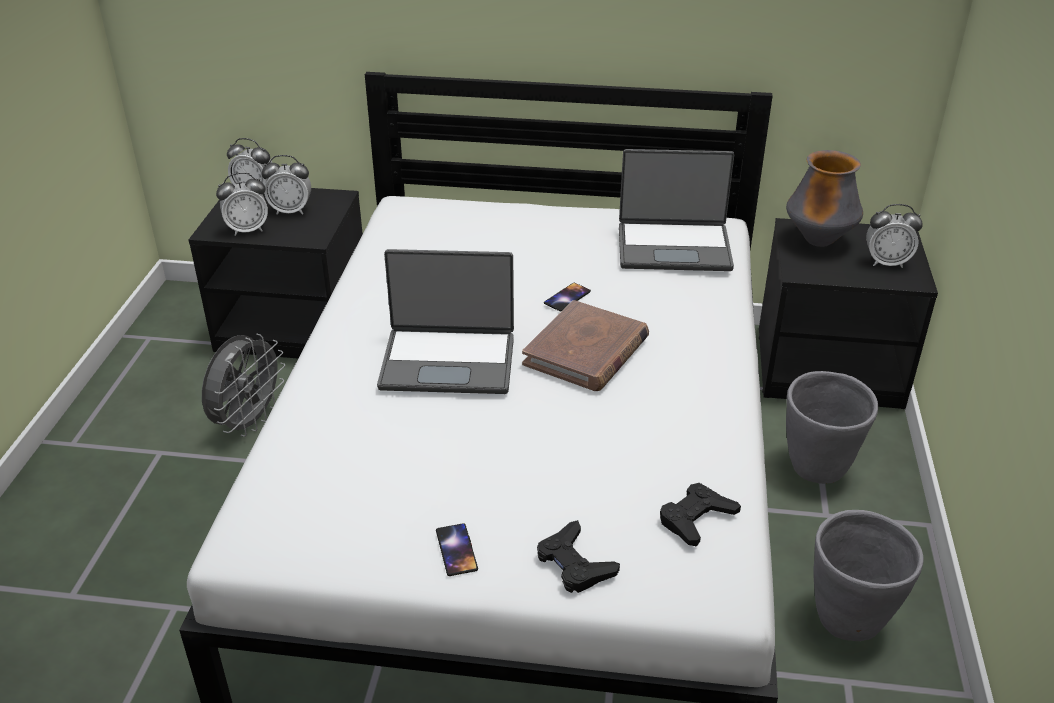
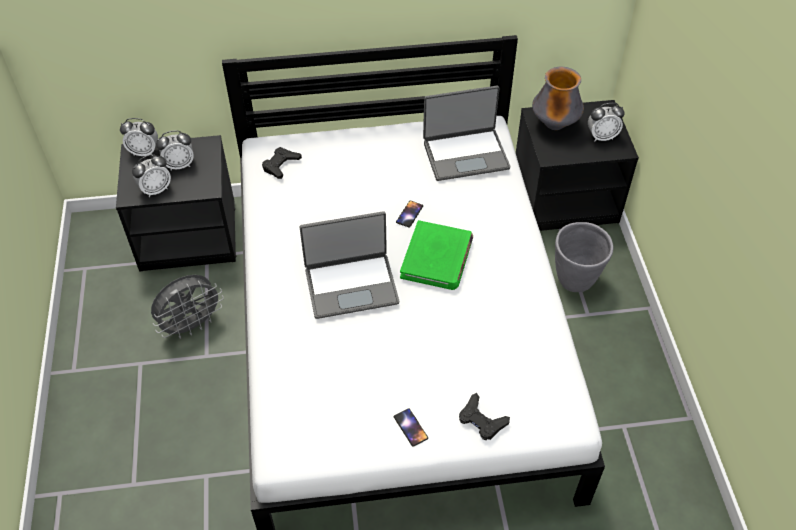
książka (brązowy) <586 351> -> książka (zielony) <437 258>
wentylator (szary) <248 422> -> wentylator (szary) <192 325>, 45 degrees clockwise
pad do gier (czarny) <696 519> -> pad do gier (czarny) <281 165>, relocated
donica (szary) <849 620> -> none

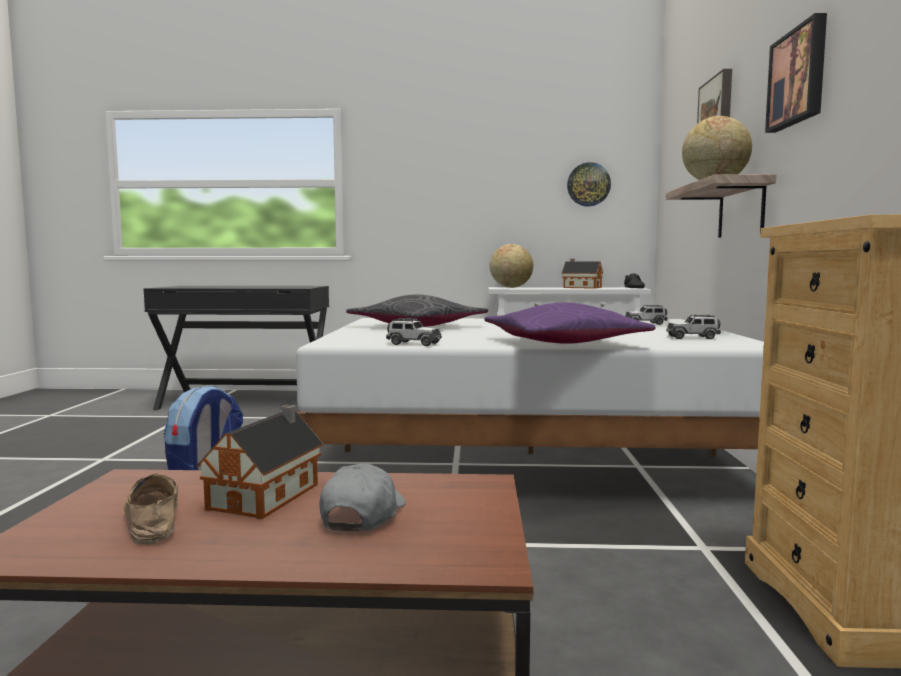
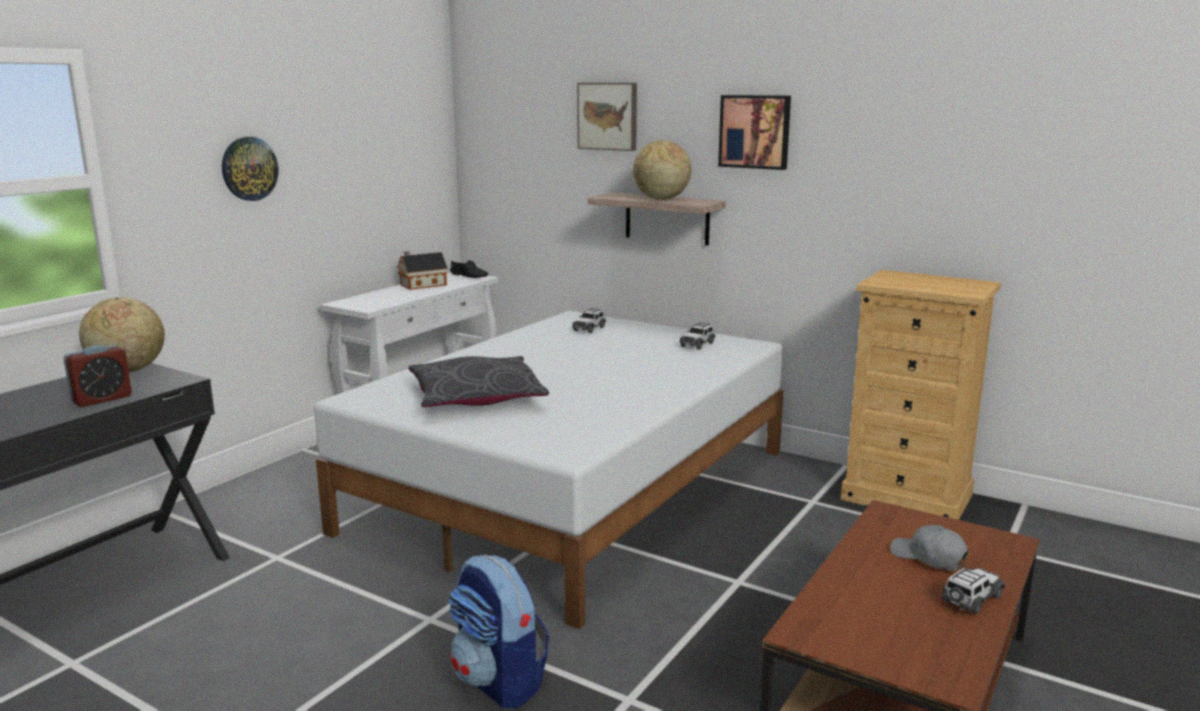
zegar ścienny <588 184> -> zegar ścienny <249 168>, relocated
globus <511 287> -> globus <127 370>, relocated
poduszka (fioletowy) <563 342> -> none
samochodzik <413 344> -> samochodzik <971 600>, relocated
domek <268 495> -> none
but (beżowy) <149 521> -> none
none -> budzik <102 399>

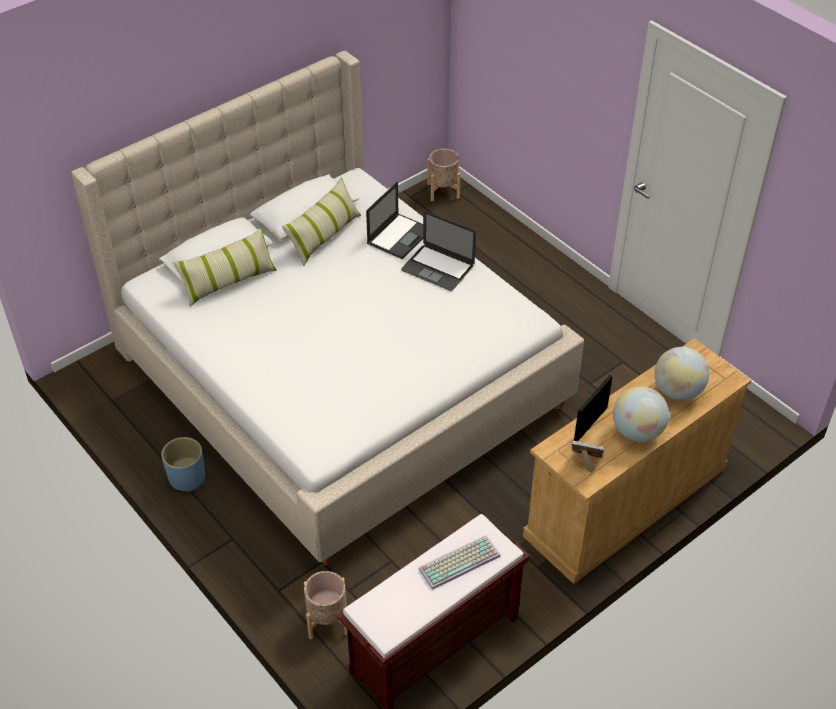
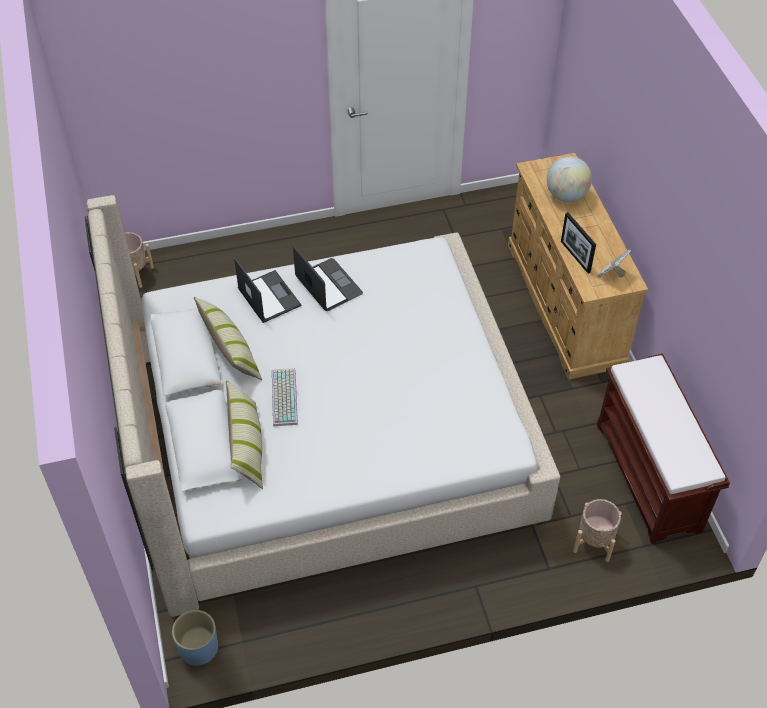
laptop <438 267> -> laptop <328 285>, 90 degrees counterclockwise
globus <637 432> -> none
donica (niebieski) <187 478> -> donica (niebieski) <199 648>, relocated
klawiatura <459 561> -> klawiatura <283 396>, relocated

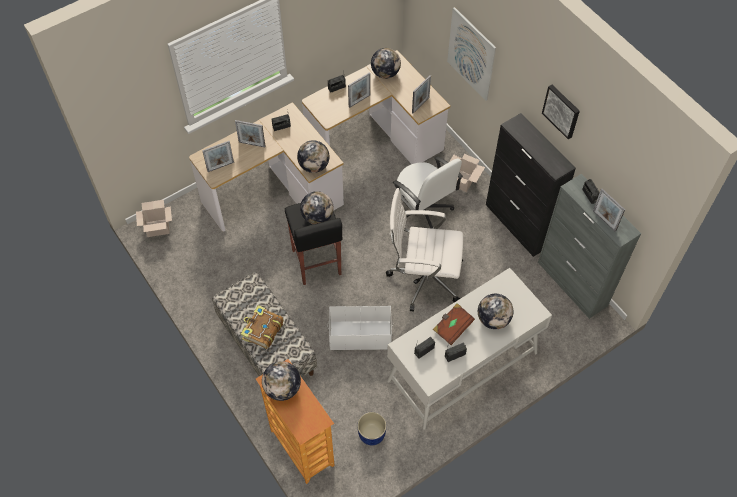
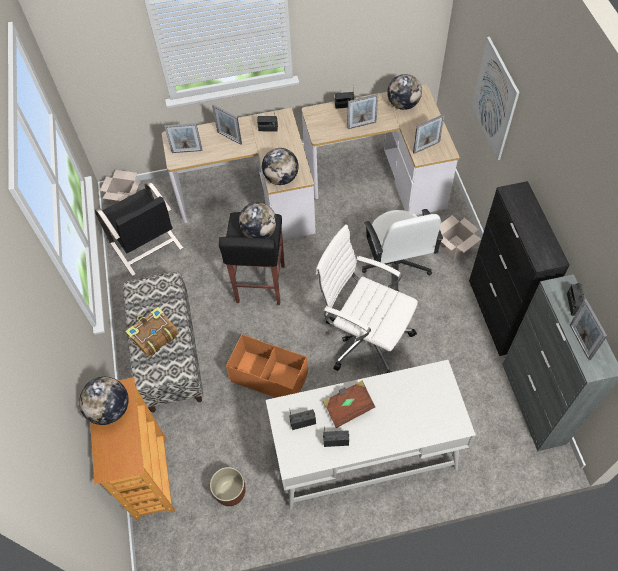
obraz <562 111> -> none
globus <493 319> -> none
pojemnik do przechowywania (biały) <360 335> -> pojemnik do przechowywania (pomarańczowy) <269 376>
donica (niebieski) <371 434> -> donica (brązowy) <230 492>
none -> krzesło (czarny) <147 247>

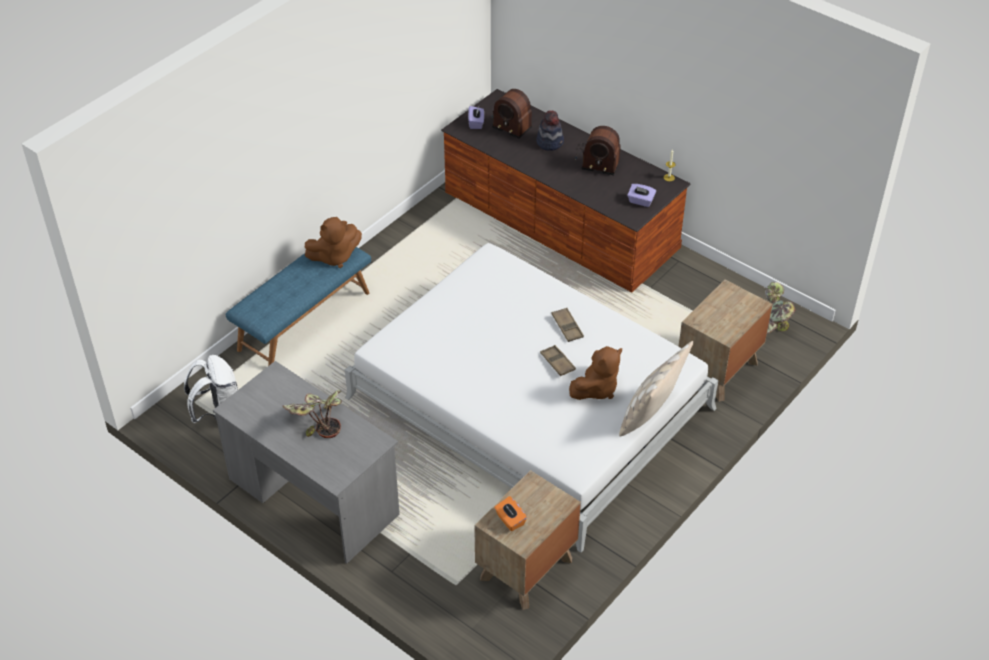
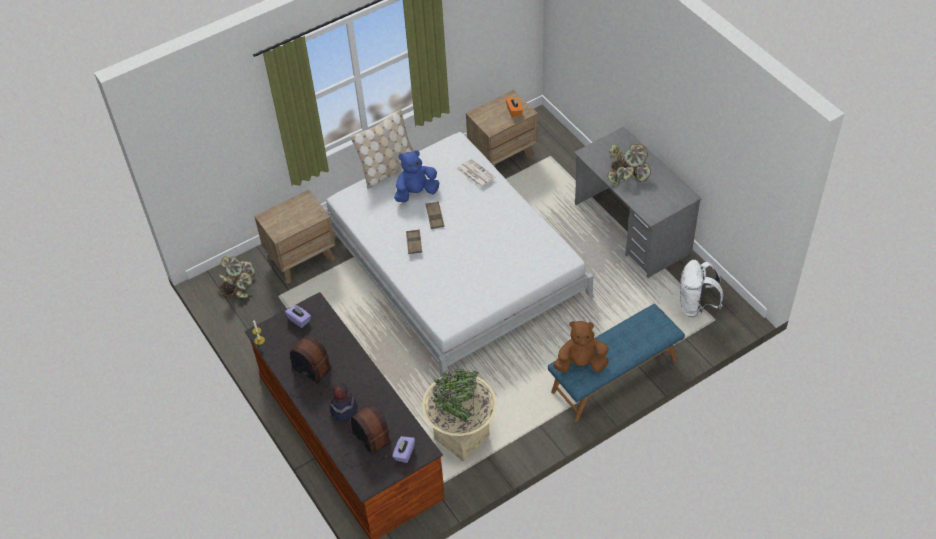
pluszak (brązowy) <596 388> -> pluszak (niebieski) <416 193>
none -> gazeta <475 173>
none -> donica (beżowy) <461 437>

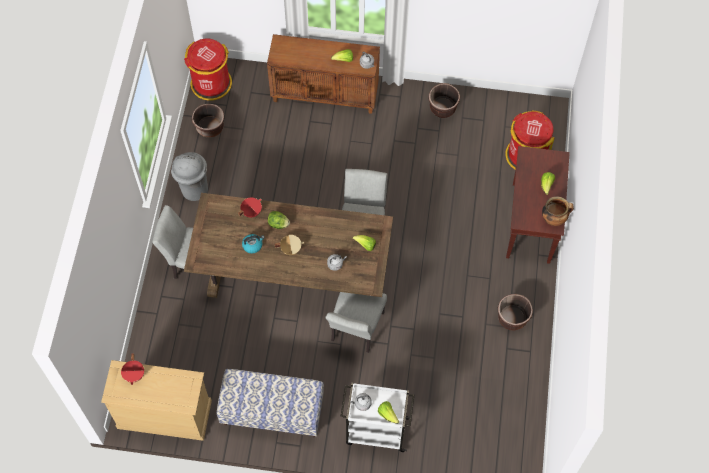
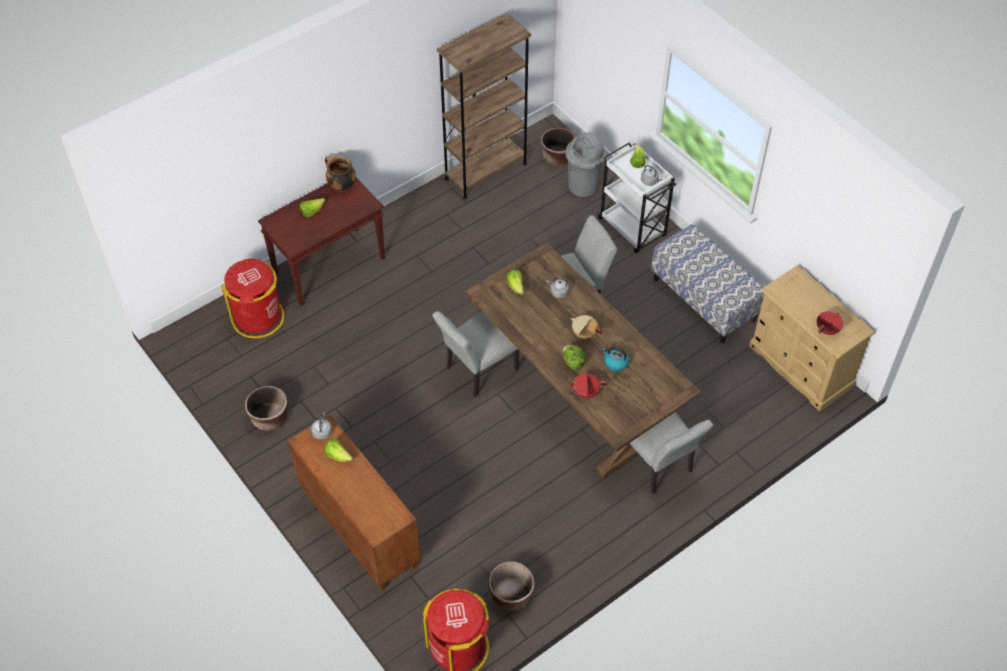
kosz na śmieci (szary) <194 189> -> kosz na śmieci (szary) <583 186>, relocated
donica (brązowy) <512 318> -> donica (brązowy) <558 157>, relocated
none -> regał (brązowy) <486 171>

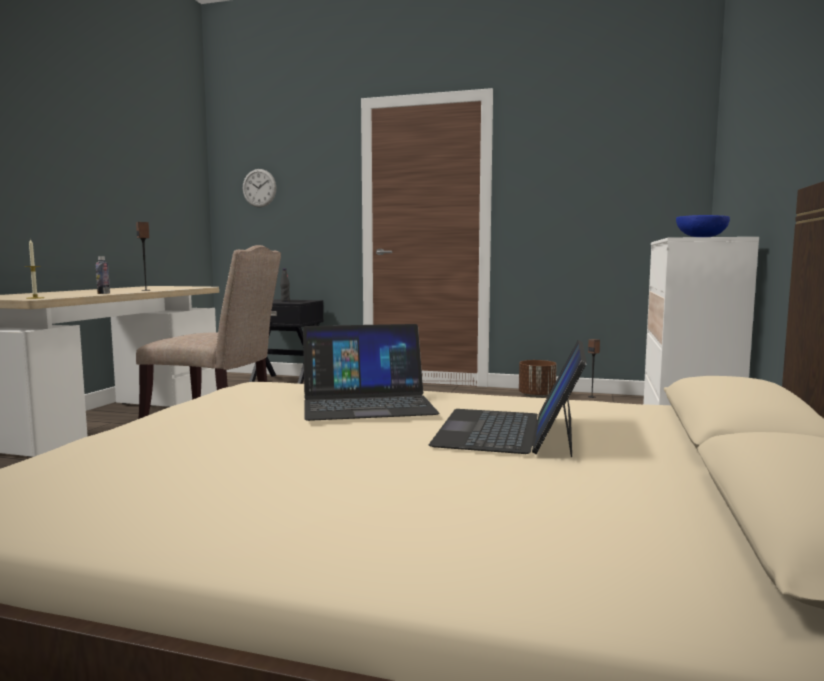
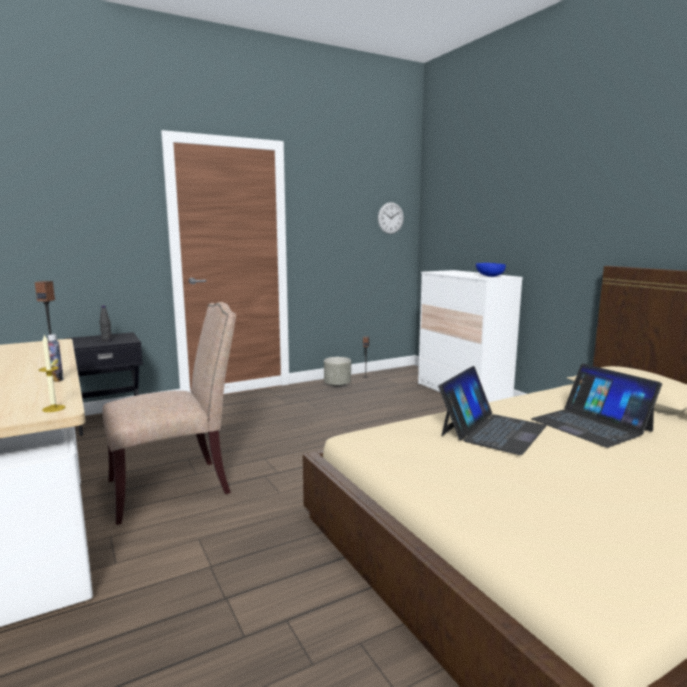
zegar ścienny <259 188> -> zegar ścienny <390 218>, relocated
donica (brązowy) <537 396> -> donica (szary) <337 385>

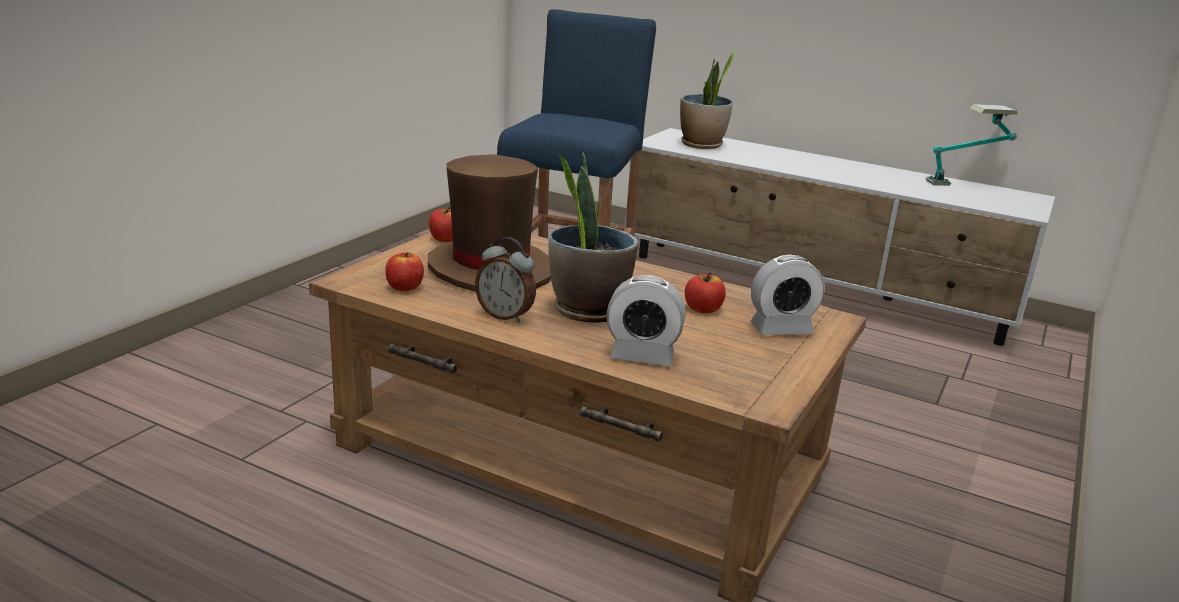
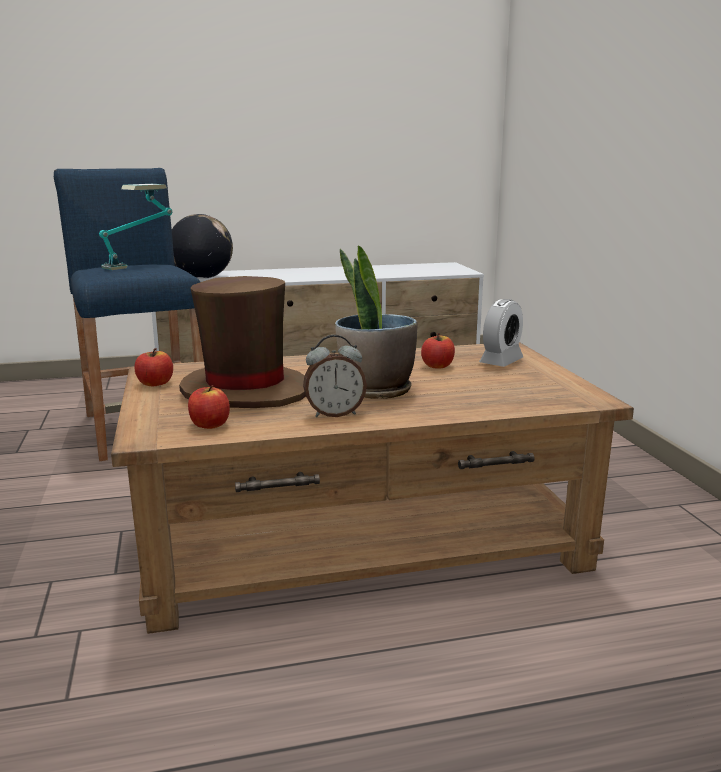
roślina doniczkowa <702 145> -> globus <202 278>
lampa stołowa <964 184> -> lampa stołowa <140 264>, relocated
budzik <642 356> -> none

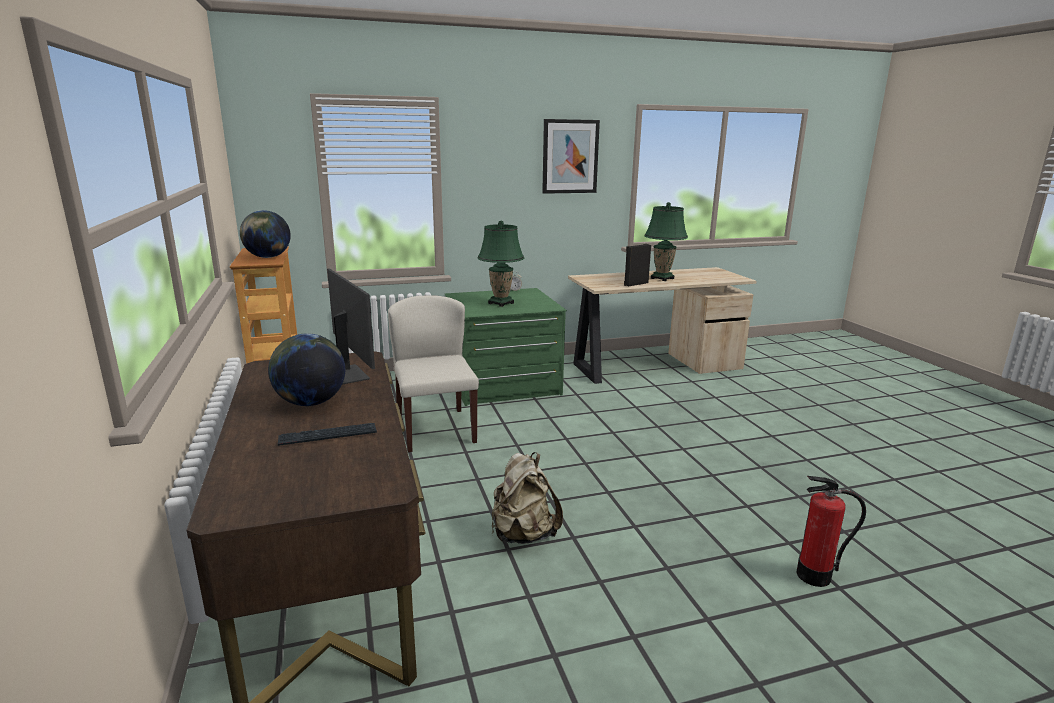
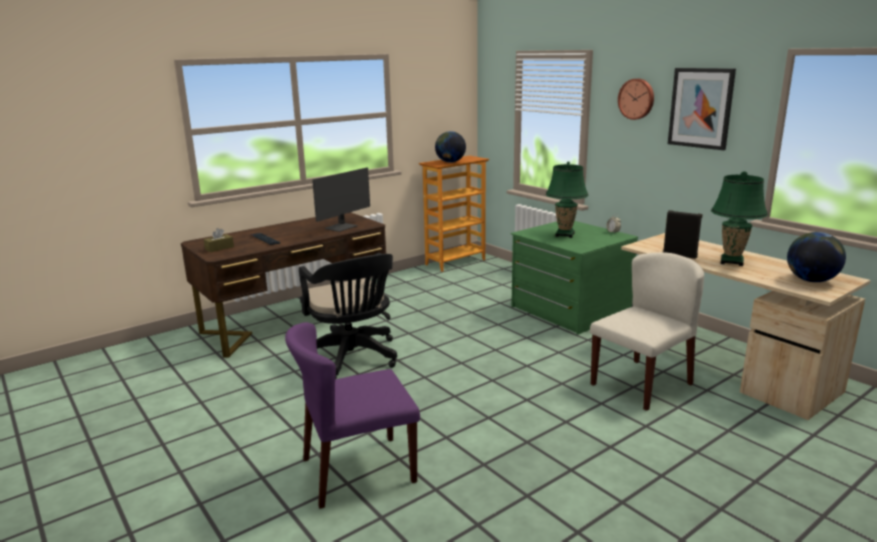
krzesło (beżowy) <435 429> -> krzesło (beżowy) <641 383>, relocated
globus <310 402> -> globus <811 280>, relocated
plecak (beżowy) <523 534> -> krzesło biurowe (czarny) <352 358>
gaśnica <814 576> -> krzesło (fioletowy) <357 471>
none -> zegar ścienny <637 99>
none -> pudełko chusteczek (brązowy) <219 248>

